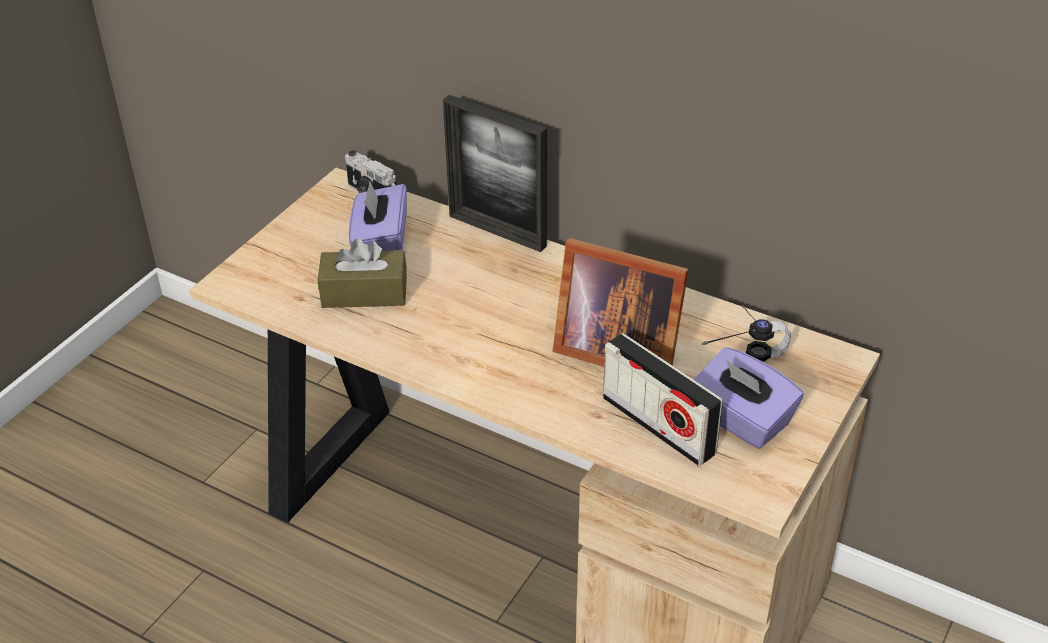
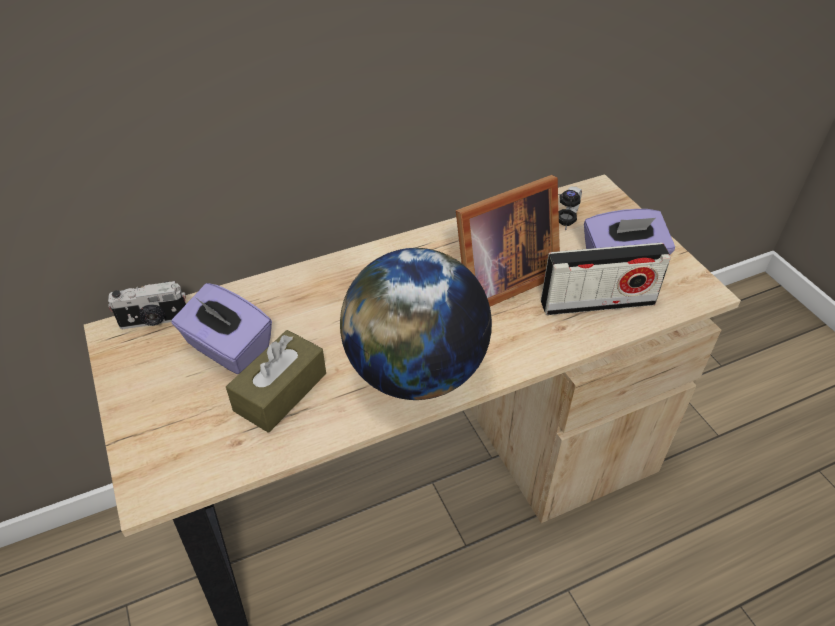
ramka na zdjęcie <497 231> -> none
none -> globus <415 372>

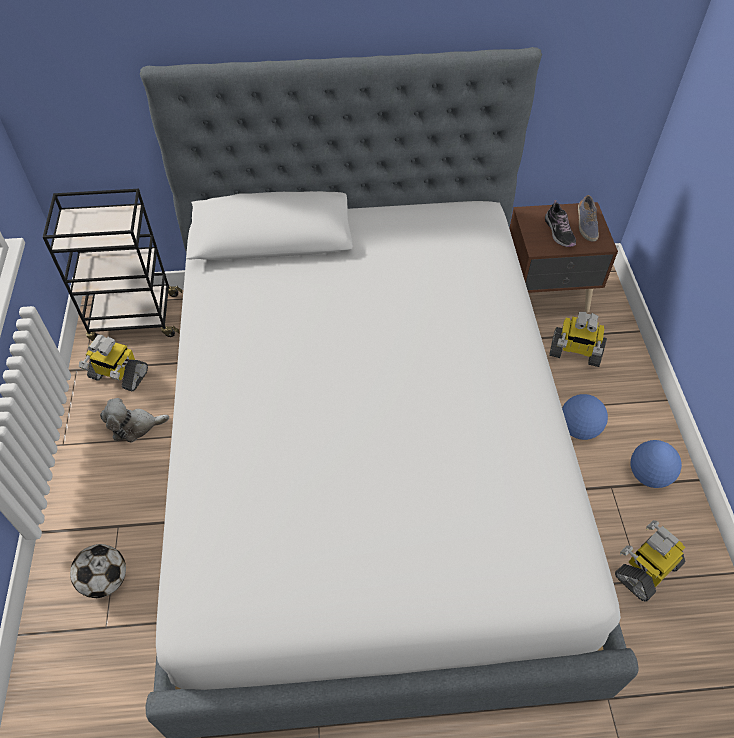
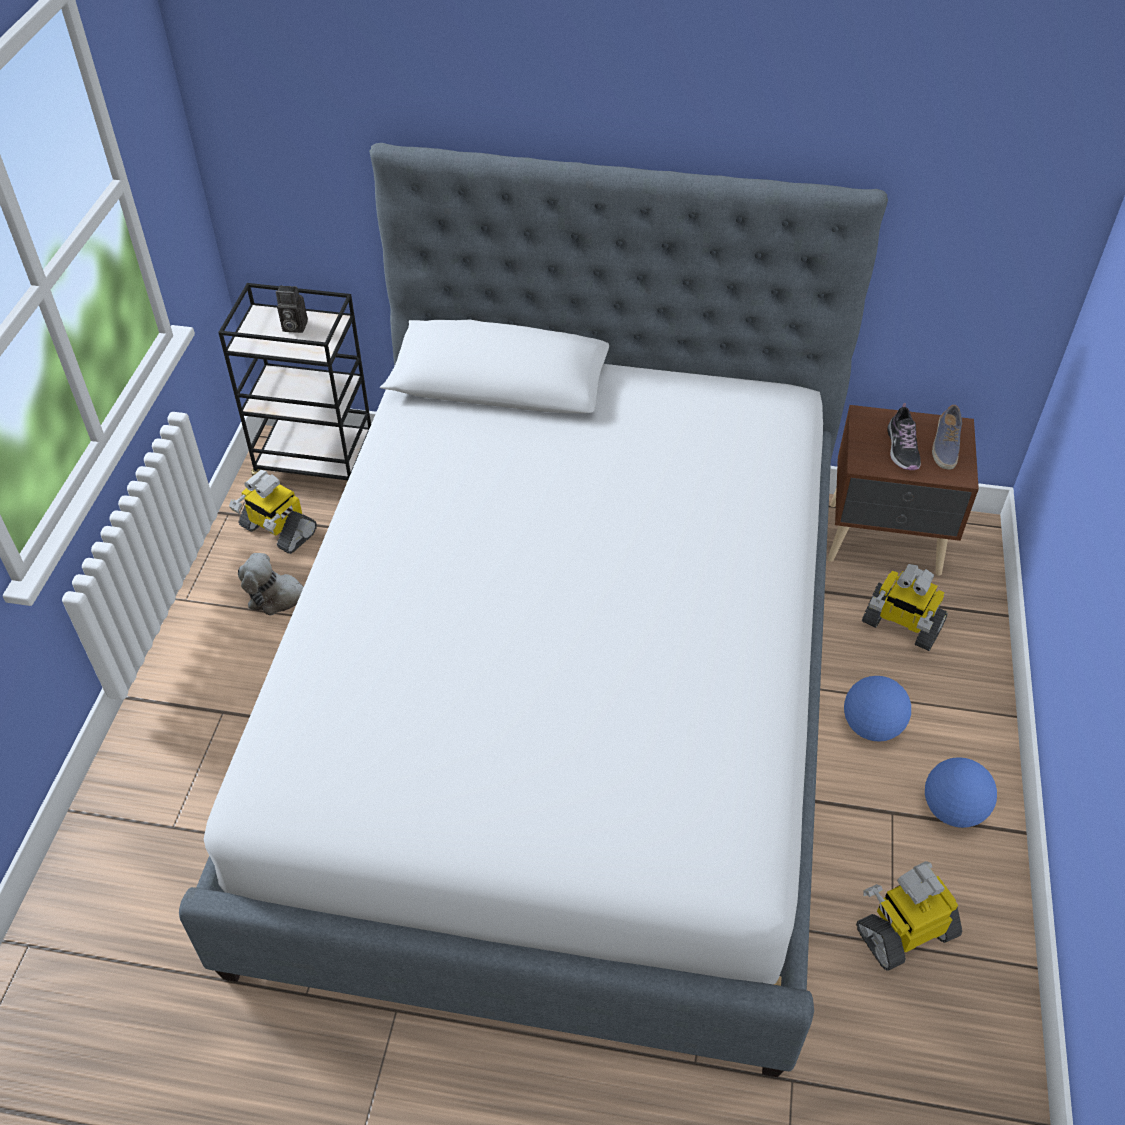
piłka futbolowa <105 580> -> none
none -> aparat fotograficzny <293 327>

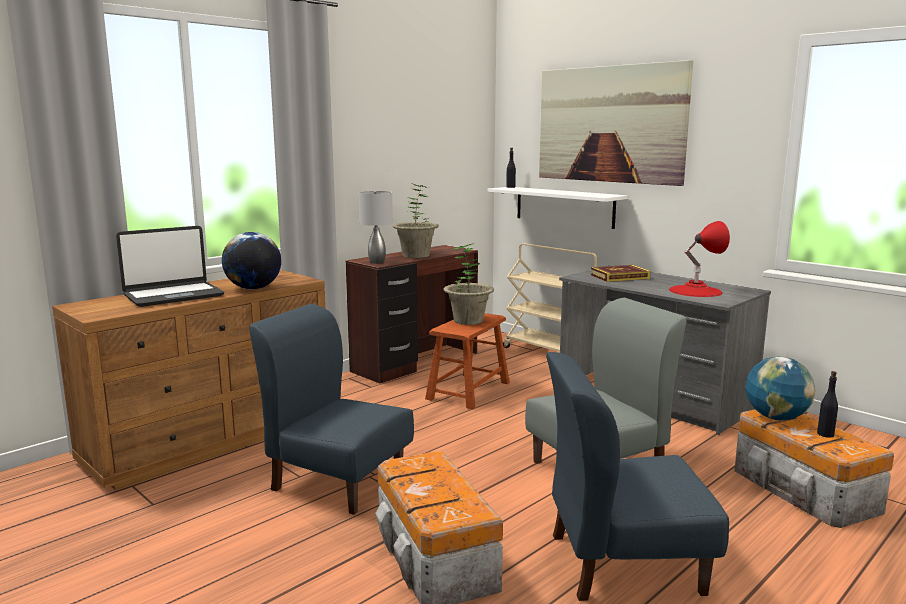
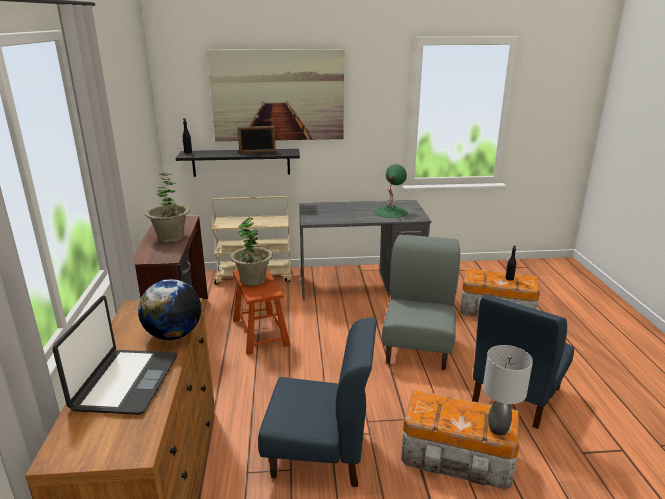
półka (biały) <564 207> -> półka (czarny) <241 162>
lampa stołowa (szary) <377 262> -> lampa stołowa (szary) <498 429>, relocated
lampa stołowa (czerwony) <695 291> -> lampa stołowa (zielony) <390 212>
książka <619 277> -> none
krzesło (niebieski) <337 481> -> krzesło (niebieski) <320 453>, 150 degrees counterclockwise
globus <776 417> -> none
none -> ramka na zdjęcie <257 152>

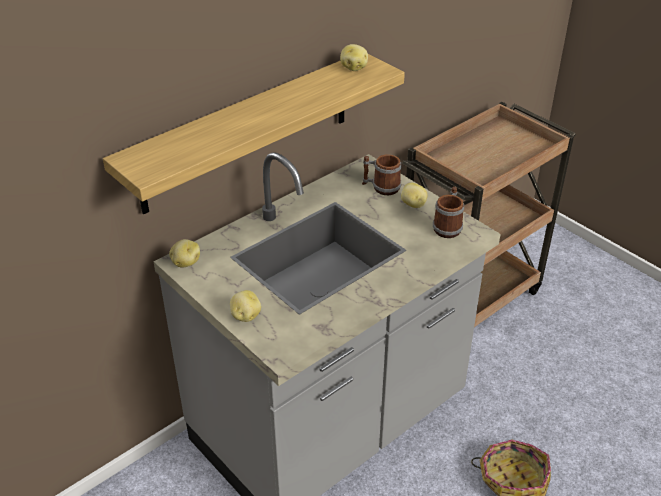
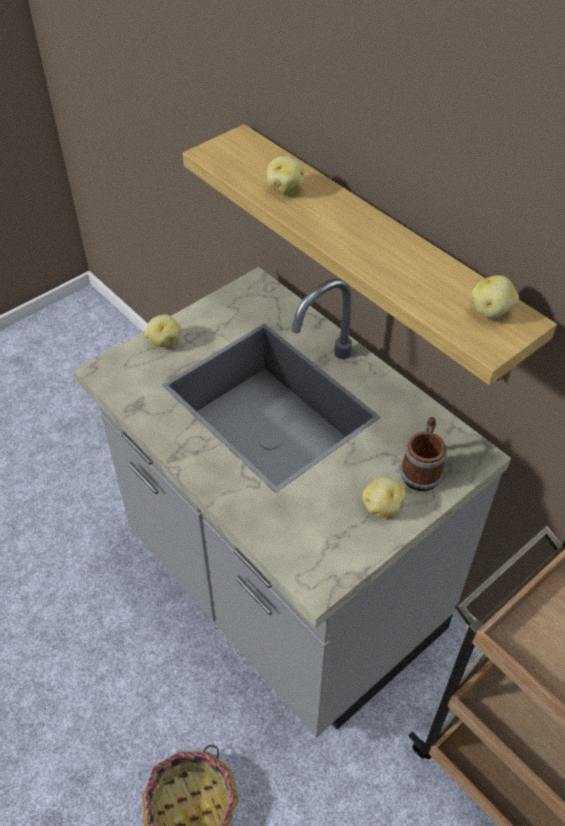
kubek <448 226> -> none
ziemniak <185 263> -> ziemniak <285 188>, relocated

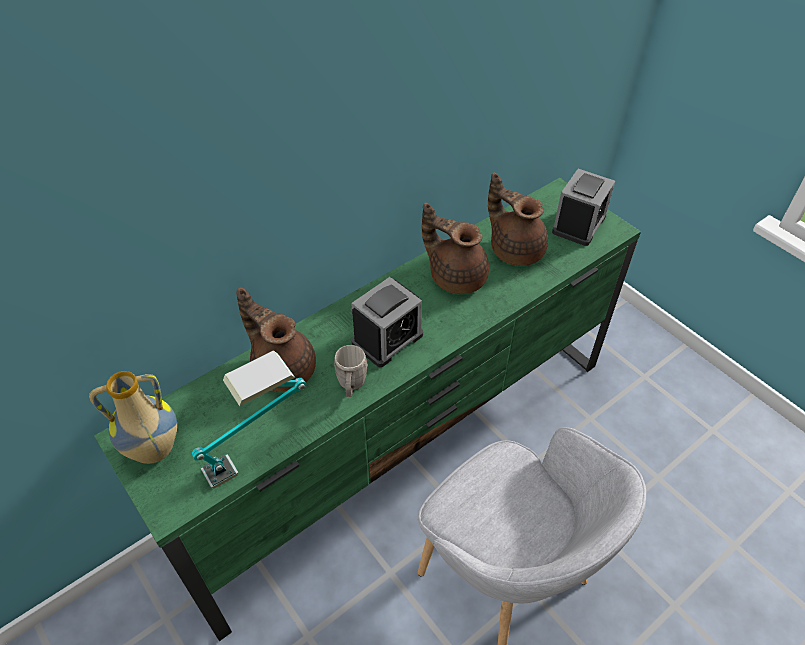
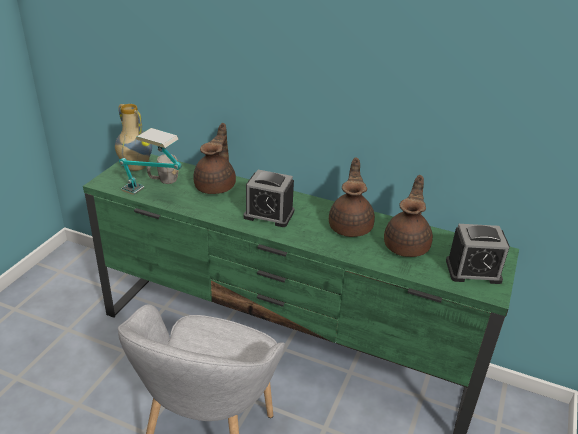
kubek (szary) <351 385> -> kubek (szary) <164 180>, relocated

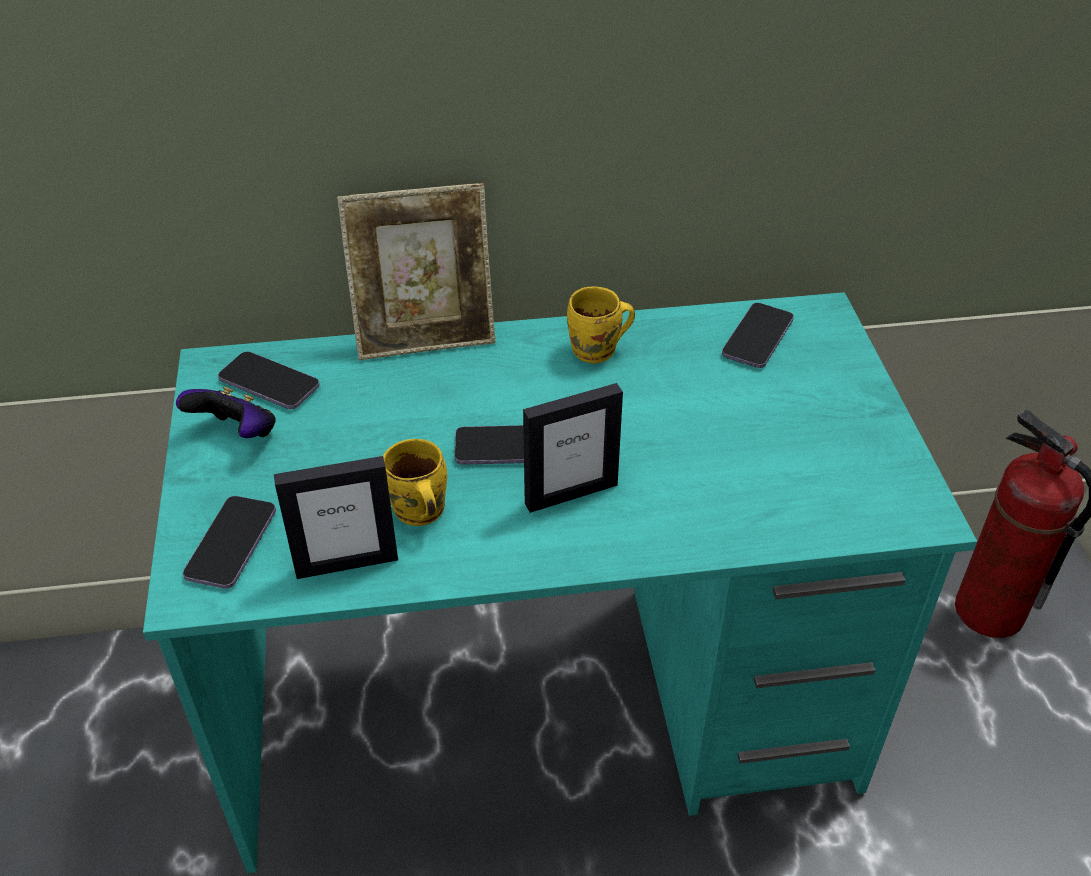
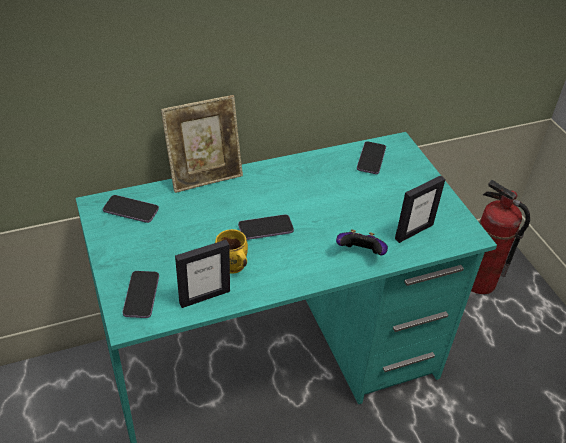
kubek (żółty) <597 352> -> none
ramka na zdjęcie <571 493> -> ramka na zdjęcie <413 231>, relocated
pad do gier <237 434> -> pad do gier <360 254>, relocated

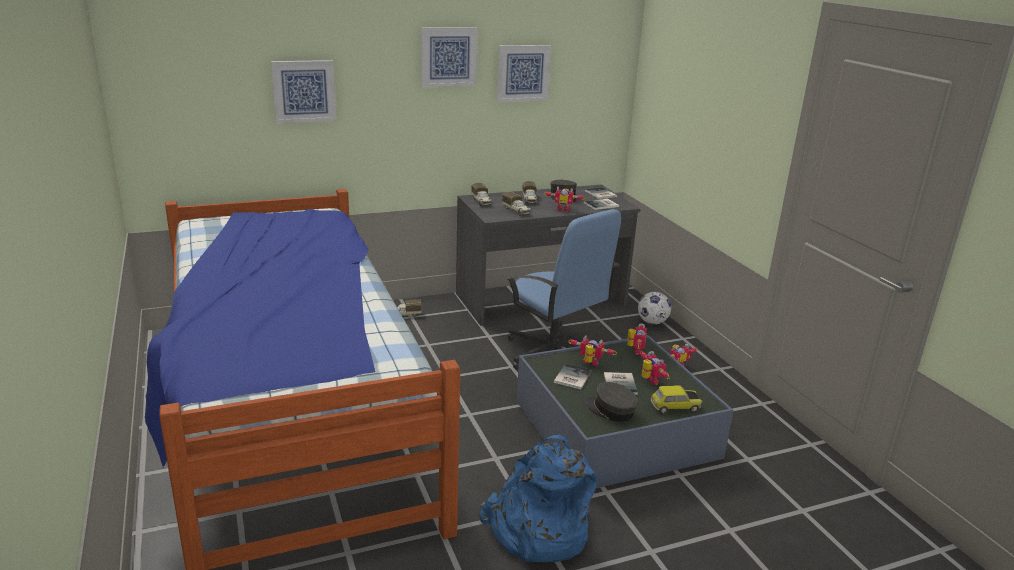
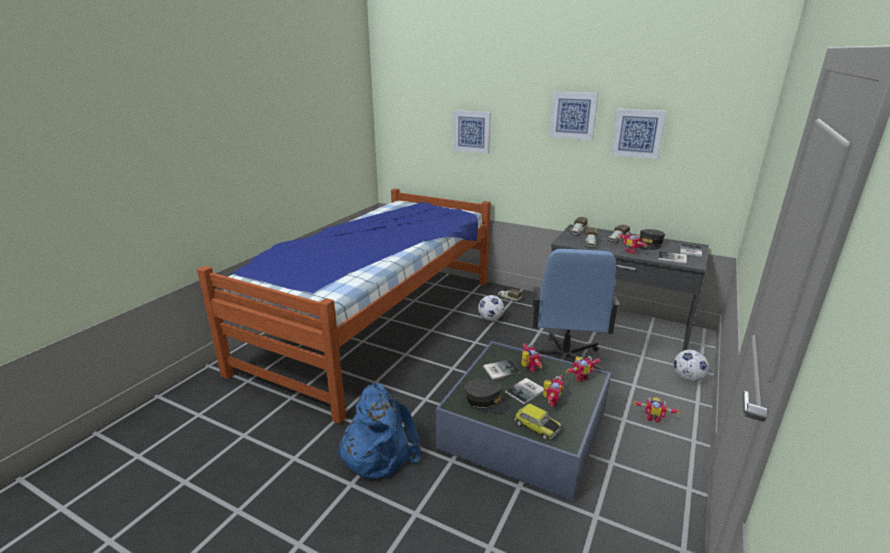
czapka z daszkiem (szary) <610 410> -> czapka z daszkiem (szary) <486 402>, 120 degrees clockwise
none -> piłka futbolowa <490 319>

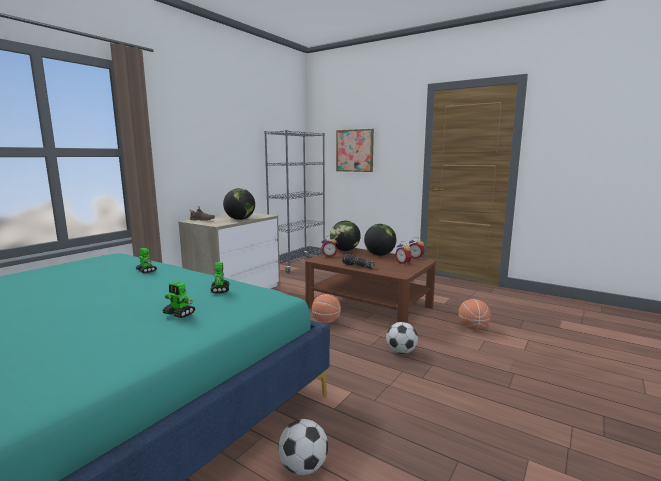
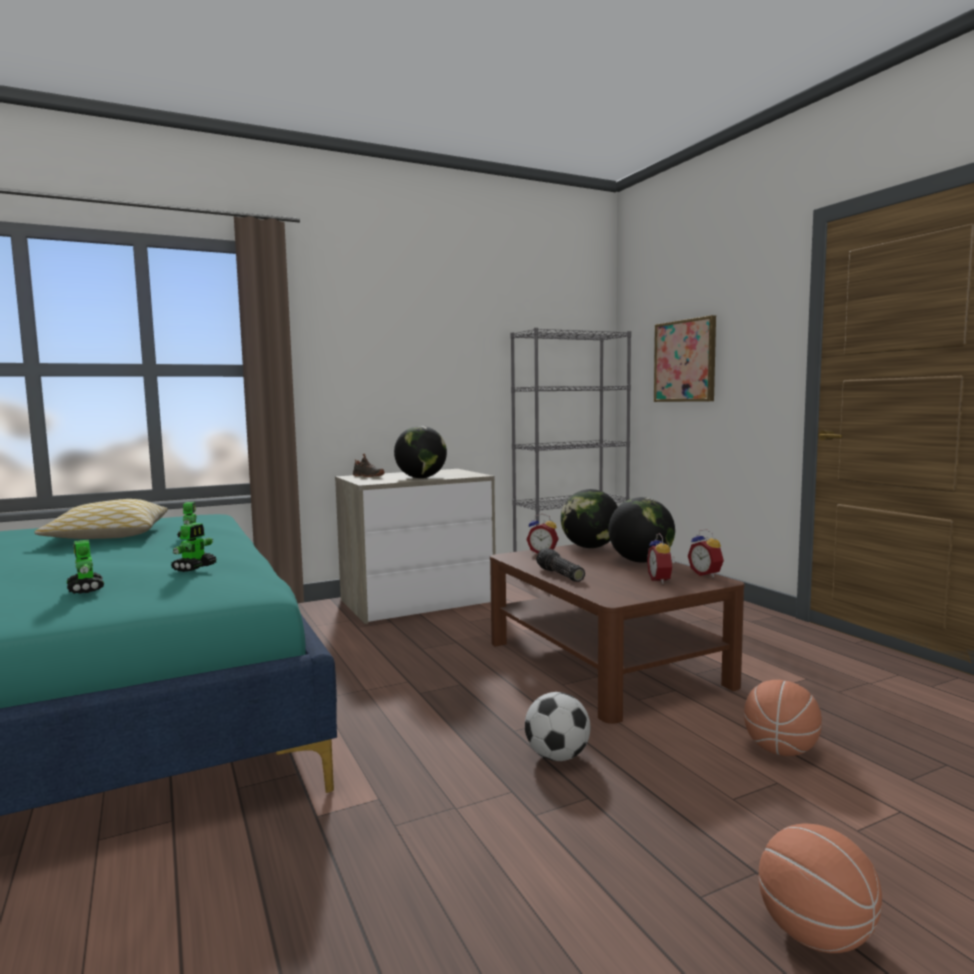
piłka do koszykówki <326 322> -> piłka do koszykówki <815 934>, relocated
piłka futbolowa <303 467> -> none
none -> poduszka <108 536>

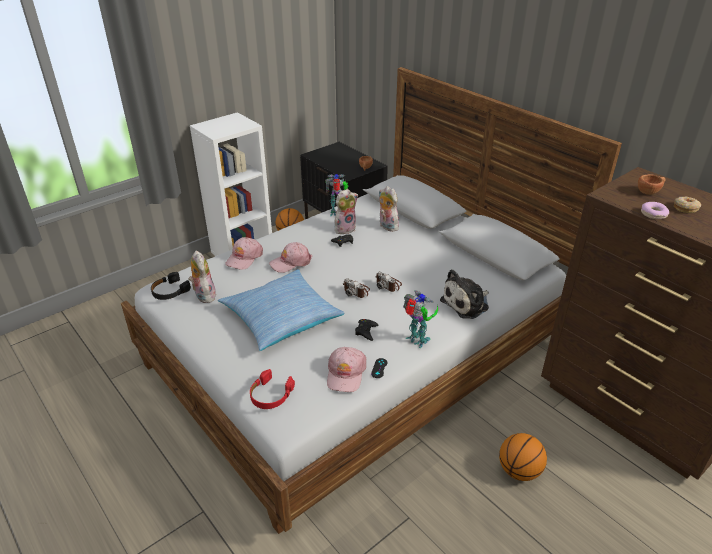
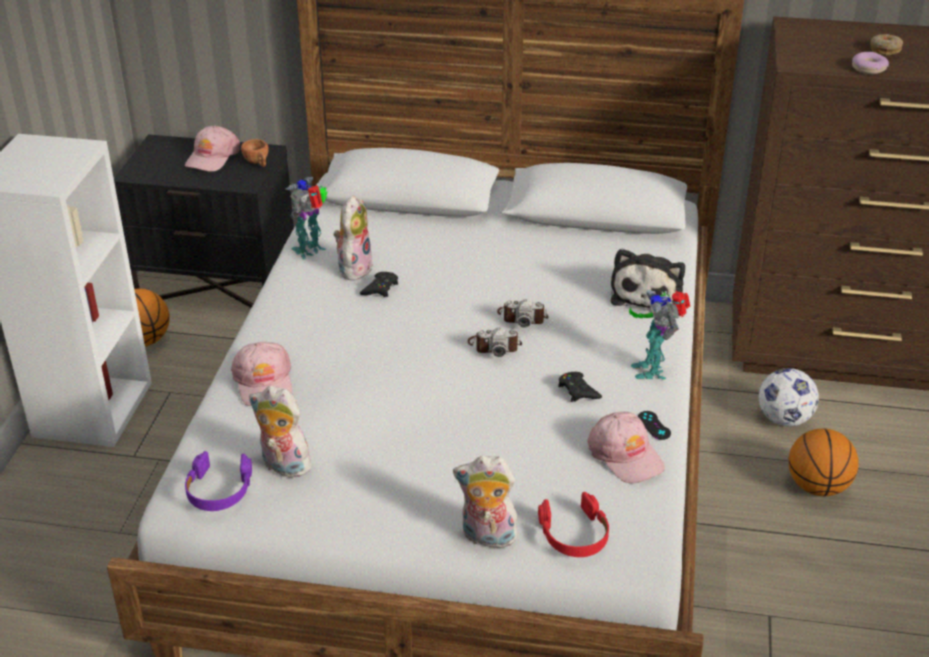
filiżanka (brązowy) <650 192> -> none
pluszak <387 226> -> pluszak <487 537>, relocated
czapka z daszkiem (różowy) <291 262> -> czapka z daszkiem (różowy) <212 157>, relocated
poduszka <281 317> -> none
słuchawki (czarny) <170 291> -> słuchawki (fioletowy) <218 490>
robot zabawkowy <417 341> -> robot zabawkowy <652 368>, 105 degrees counterclockwise
none -> piłka futbolowa <784 419>

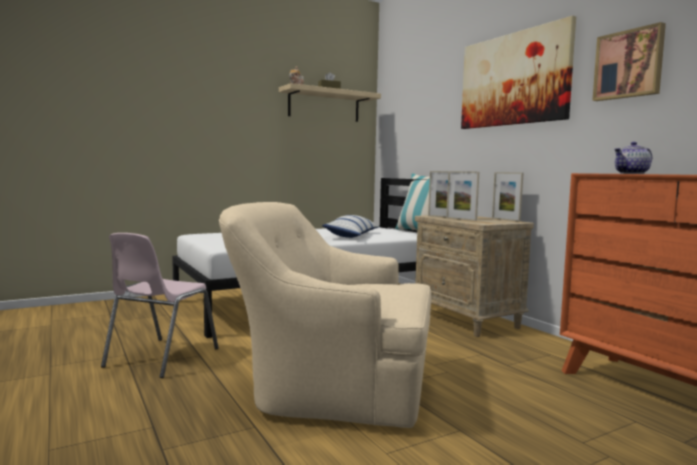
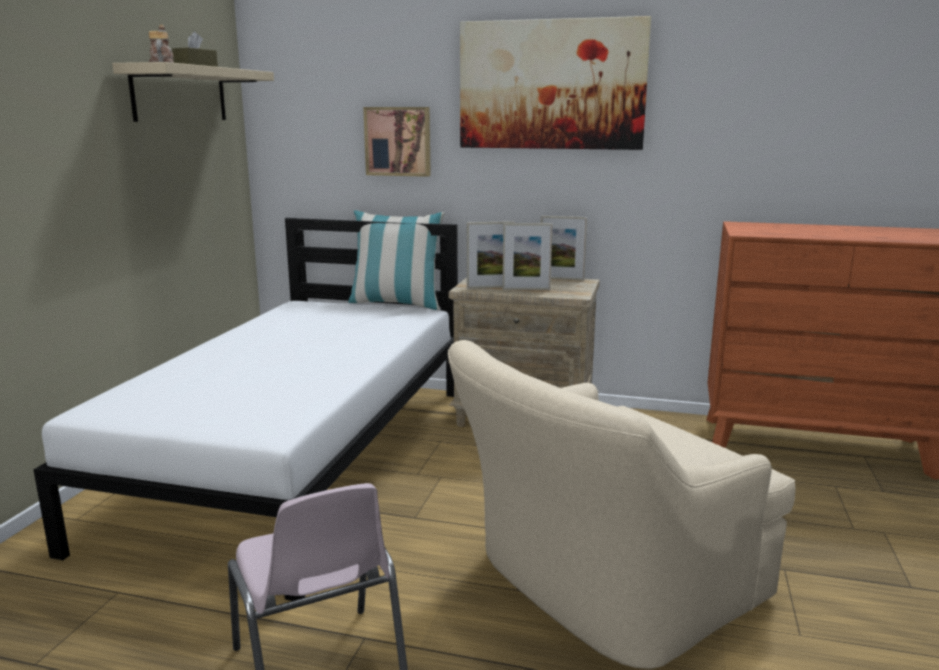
obraz <629 64> -> obraz <398 141>, relocated
imbryk <632 173> -> none
poduszka <352 235> -> none

